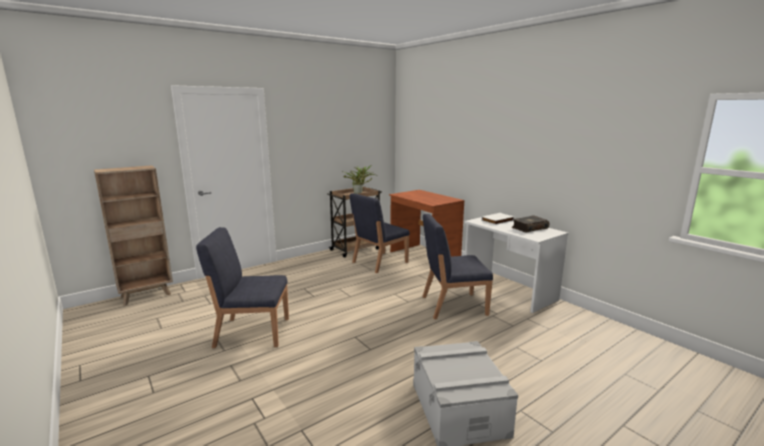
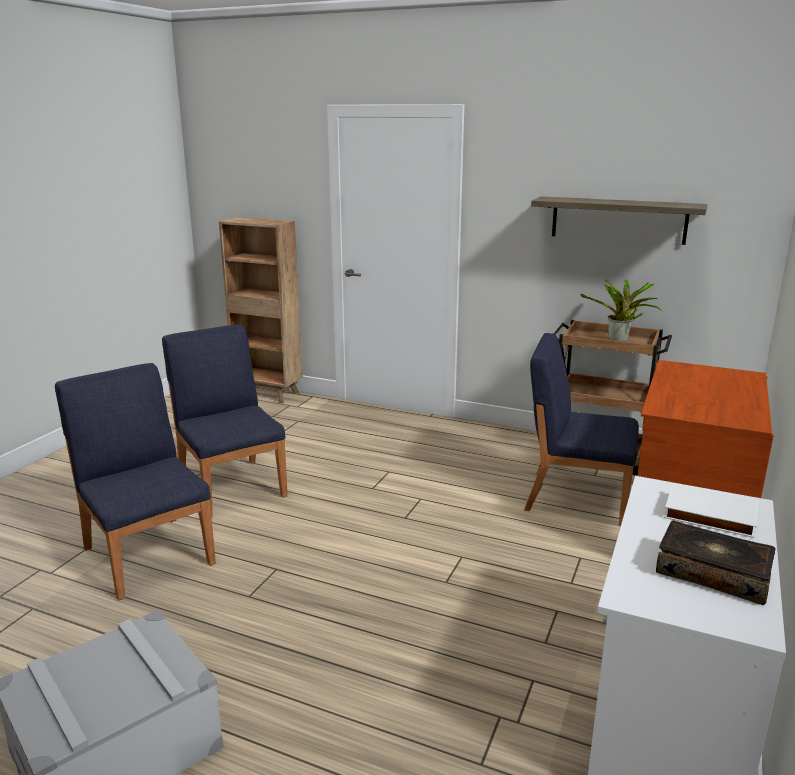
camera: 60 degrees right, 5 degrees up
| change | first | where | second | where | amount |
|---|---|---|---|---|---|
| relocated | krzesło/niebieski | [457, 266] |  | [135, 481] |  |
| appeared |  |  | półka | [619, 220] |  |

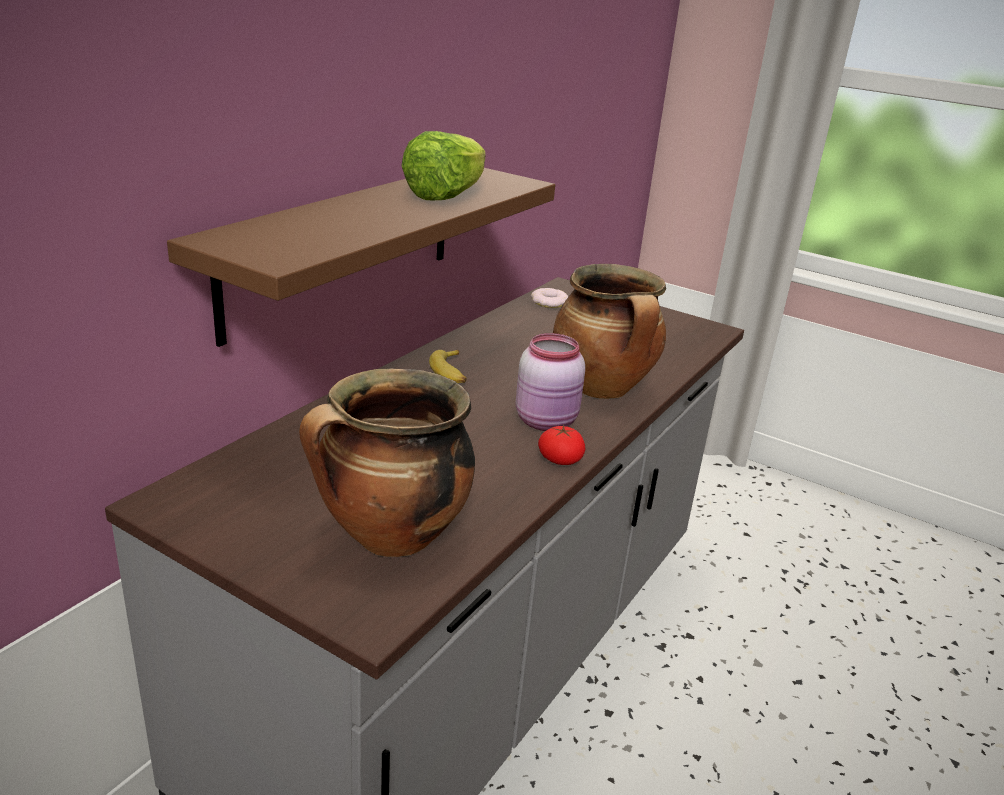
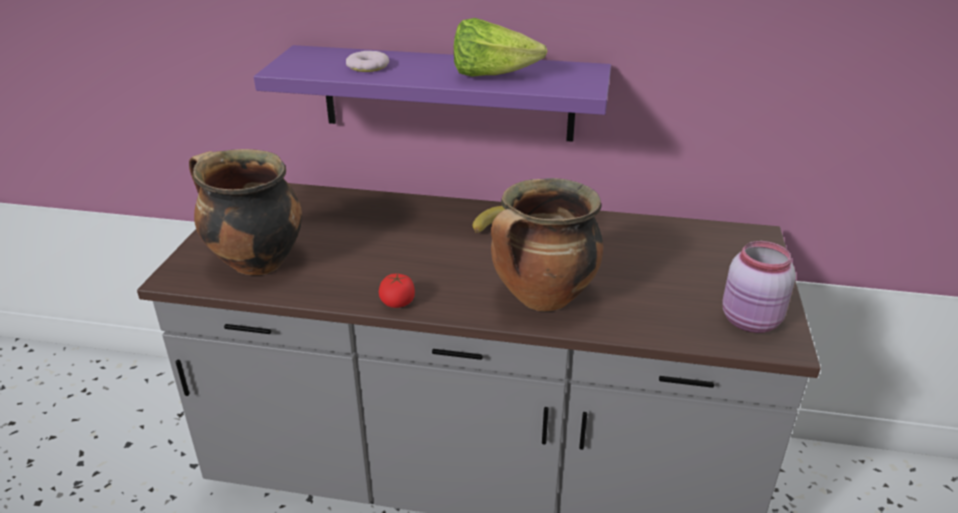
camera: 70 degrees right, 5 degrees up
| change | first | where | second | where | amount |
|---|---|---|---|---|---|
| colour | półka/brązowy | [361, 257] | półka/fioletowy | [432, 93] |  |
| relocated | donut | [550, 298] |  | [367, 61] |  |
| relocated | słoik/różowy | [550, 382] |  | [759, 287] |  |

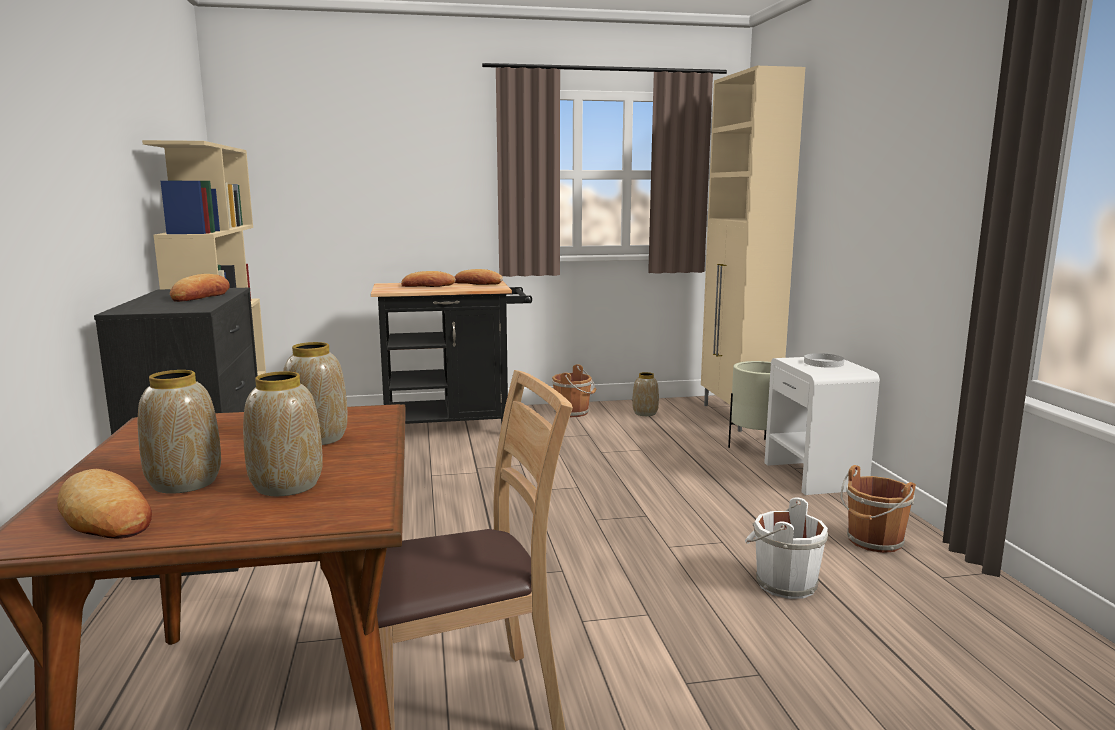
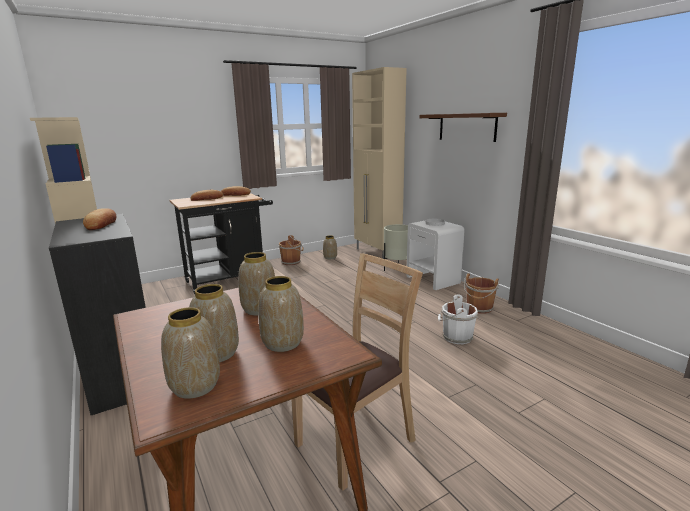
camera: 20 degrees left, 5 degrees up
| change | first | where | second | where | amount |
|---|---|---|---|---|---|
| exchanged | chleb | [104, 504] | wazon | [190, 353] |  |
| appeared |  |  | półka/brązowy | [463, 127] |  |

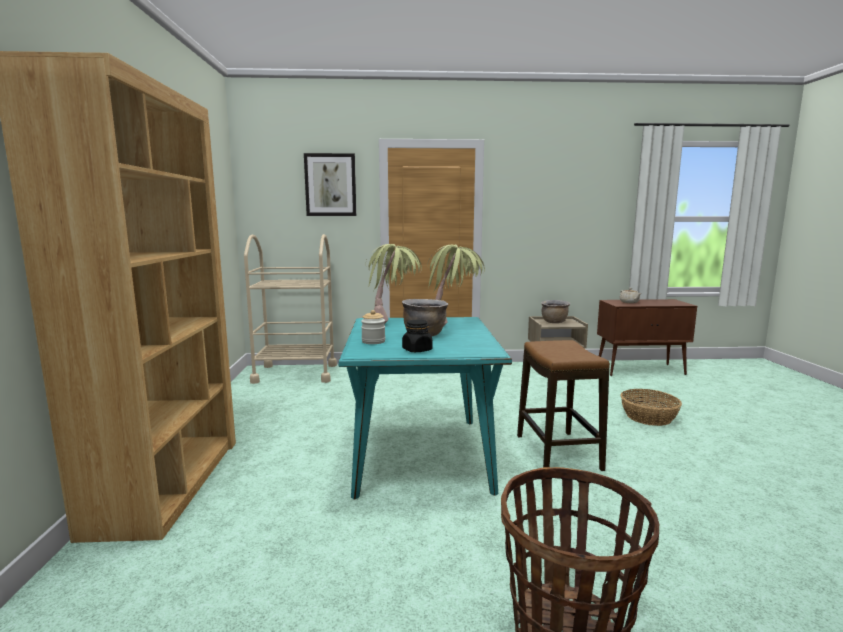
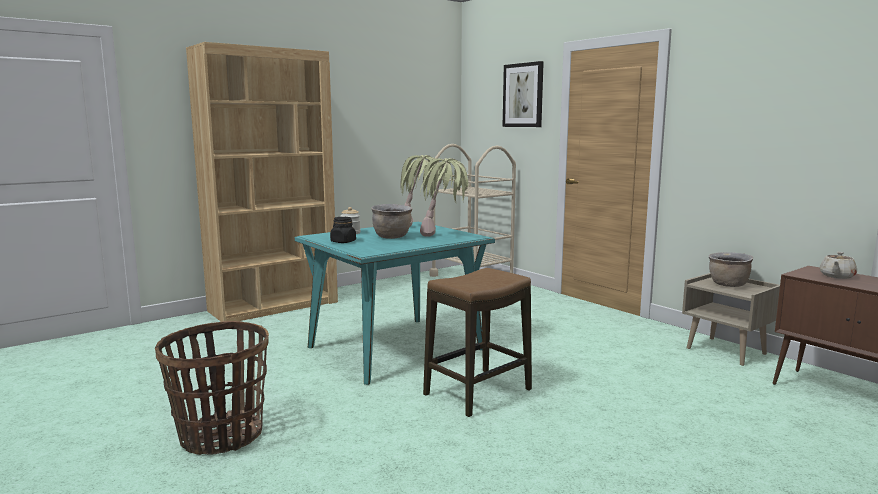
camera: 55 degrees right, 0 degrees up
| change | first | where | second | where | amount |
|---|---|---|---|---|---|
| missing | koszyk | [651, 407] |  |  |  |

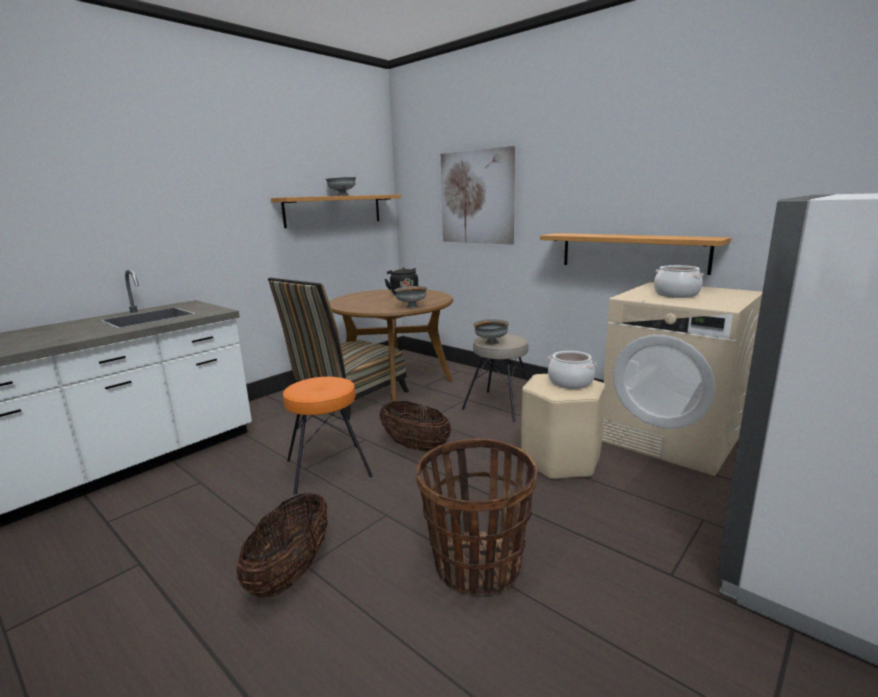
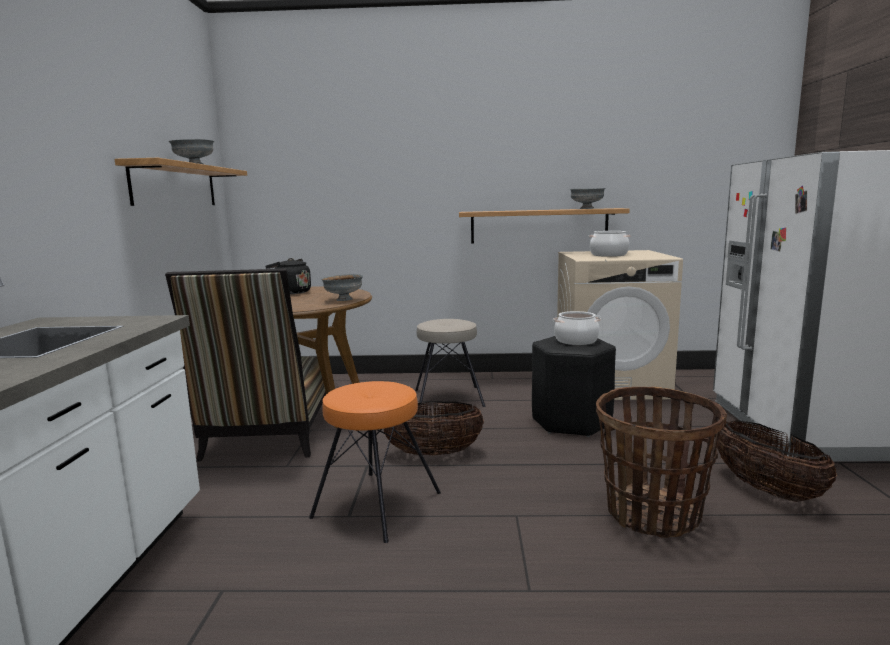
camera: 40 degrees left, 5 degrees down
| change | first | where | second | where | amount |
|---|---|---|---|---|---|
| missing | obraz | [478, 195] |  |  |  |
| relocated | miska/szary | [491, 332] |  | [587, 198] |  |
| colour | stołek/beżowy | [563, 427] | stołek/czarny | [574, 386] |  |
| relocated | koszyk | [282, 545] |  | [776, 461] |  |

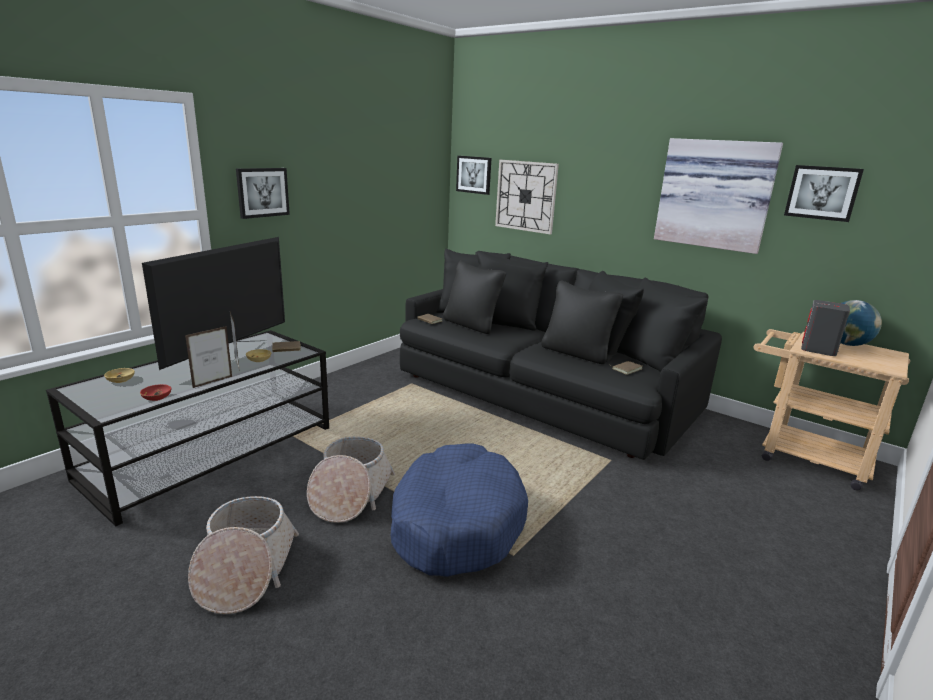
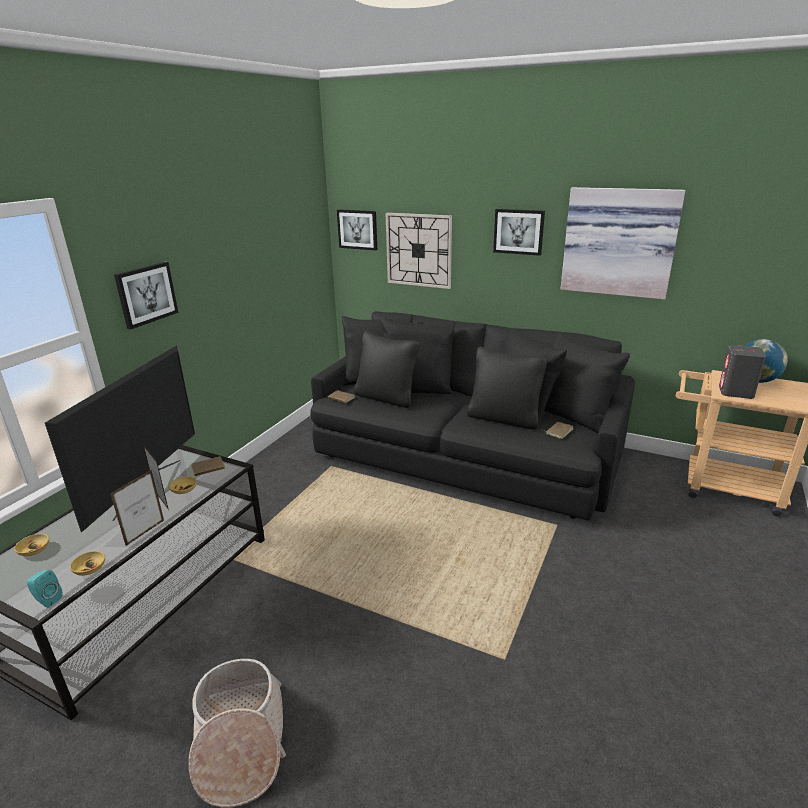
camera: 10 degrees left, 5 degrees up
| change | first | where | second | where | amount |
|---|---|---|---|---|---|
| relocated | obraz | [824, 193] |  | [519, 232] |  |
| colour | miska/czerwony | [155, 392] | miska/beżowy | [87, 563] |  |
| missing | koszyk | [351, 480] |  |  |  |
| missing | legowisko/niebieski | [459, 510] |  |  |  |
| appeared |  |  | głośnik/turkusowy | [45, 589] |  |

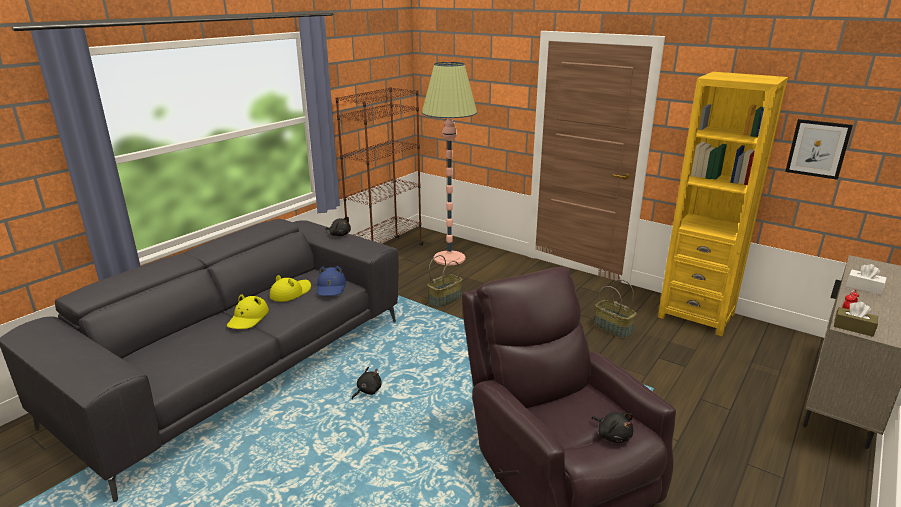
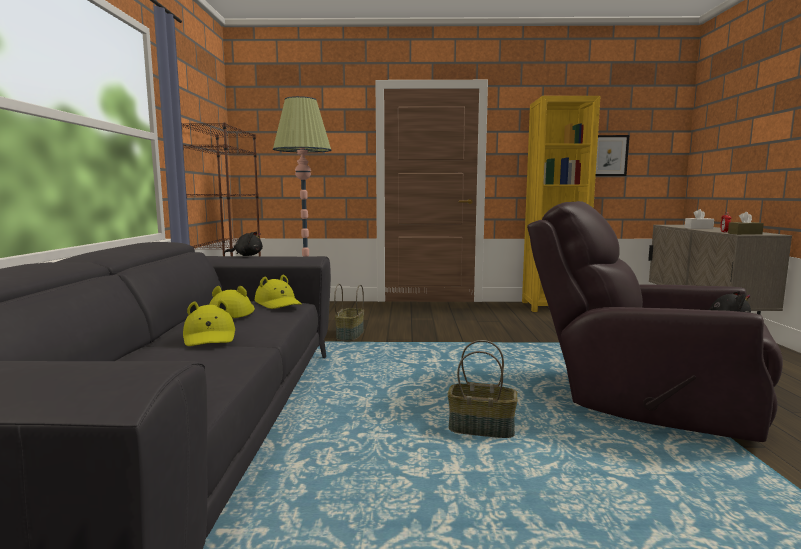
camera: 35 degrees left, 15 degrees down
| change | first | where | second | where | amount |
|---|---|---|---|---|---|
| colour | kapelusz/niebieski | [331, 281] | kapelusz/żółty | [278, 292] |  |
| relocated | koszyk | [615, 308] |  | [483, 389] |  |
| missing | pluszak/czarny | [367, 383] |  |  |  |

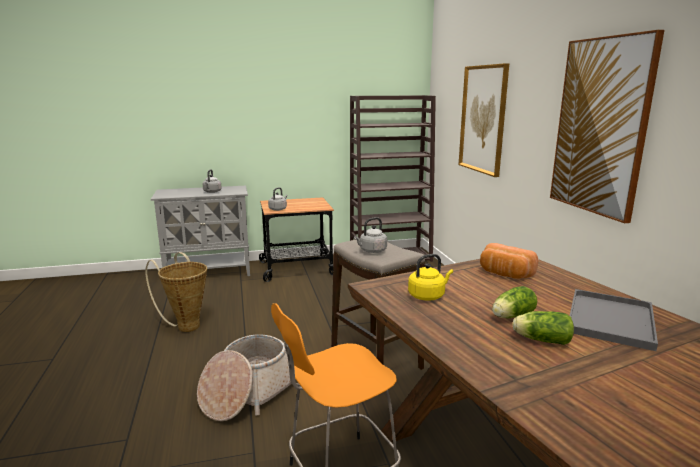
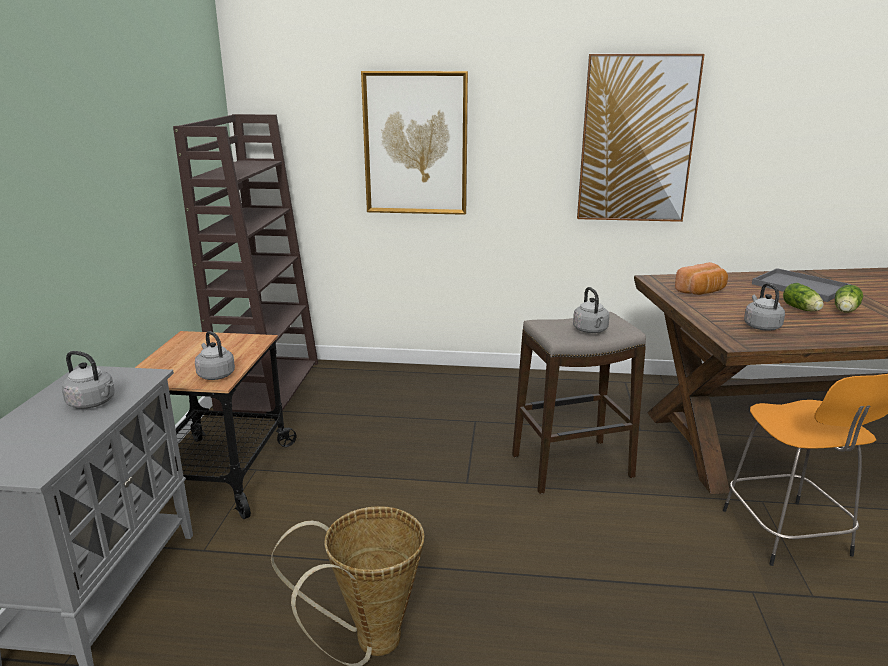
camera: 70 degrees left, 5 degrees up
| change | first | where | second | where | amount |
|---|---|---|---|---|---|
| colour | czajnik/żółty | [430, 277] | czajnik/szary | [764, 307] |  |
| missing | koszyk | [246, 377] |  |  |  |

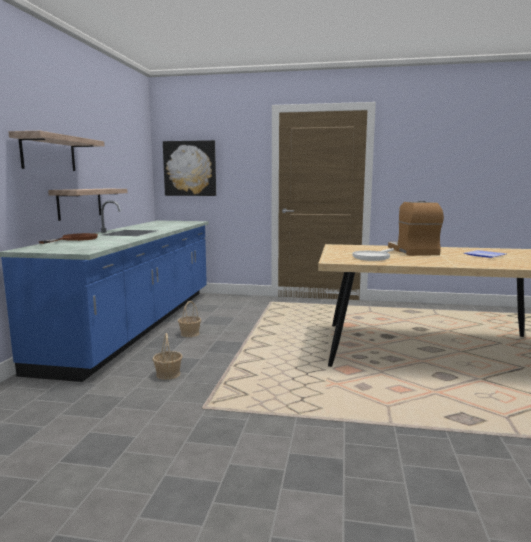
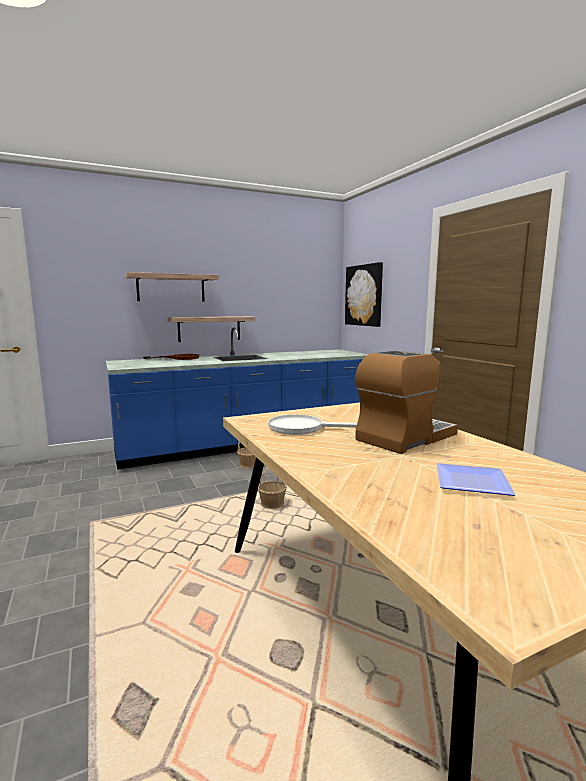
camera: 55 degrees right, 0 degrees up
| change | first | where | second | where | amount |
|---|---|---|---|---|---|
| relocated | koszyk | [167, 356] |  | [272, 488] |  |

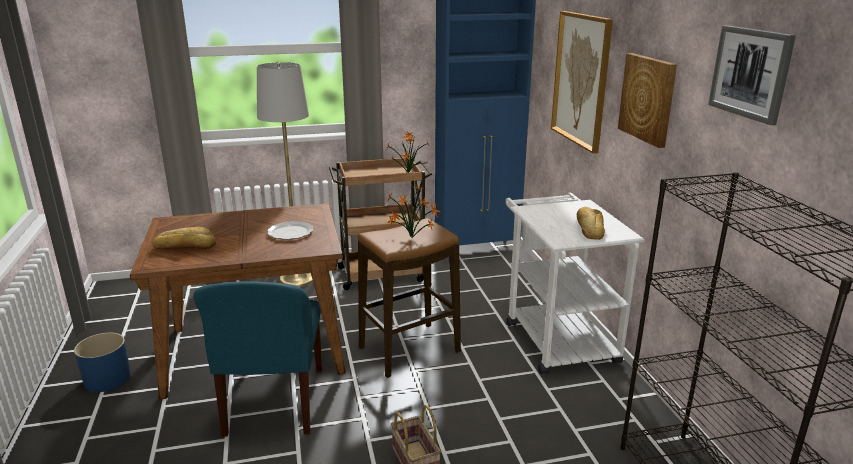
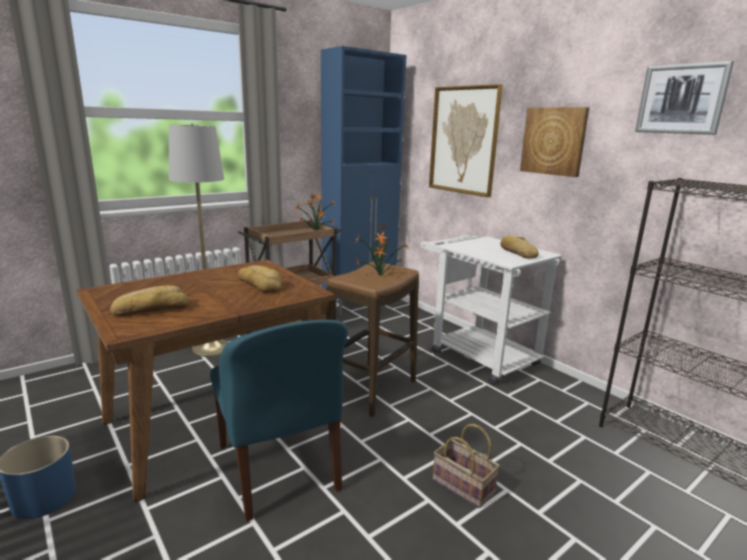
camera: 25 degrees left, 5 degrees down
| change | first | where | second | where | amount |
|---|---|---|---|---|---|
| exchanged | talerz | [290, 230] | chleb | [260, 279] |  |

